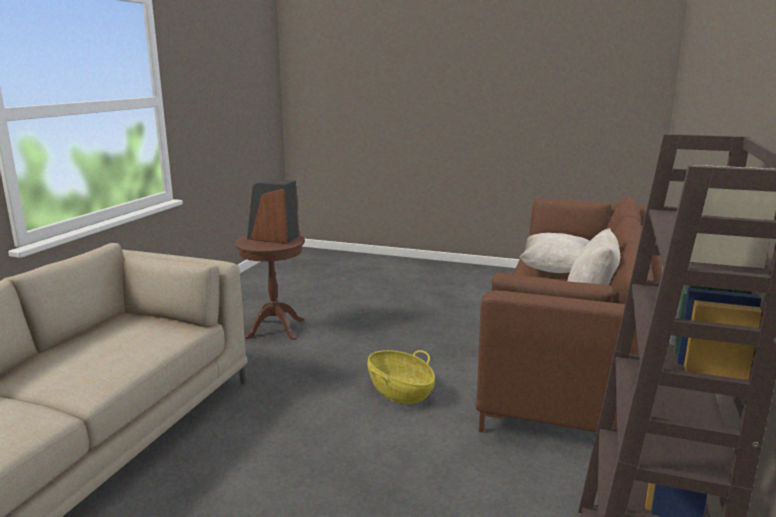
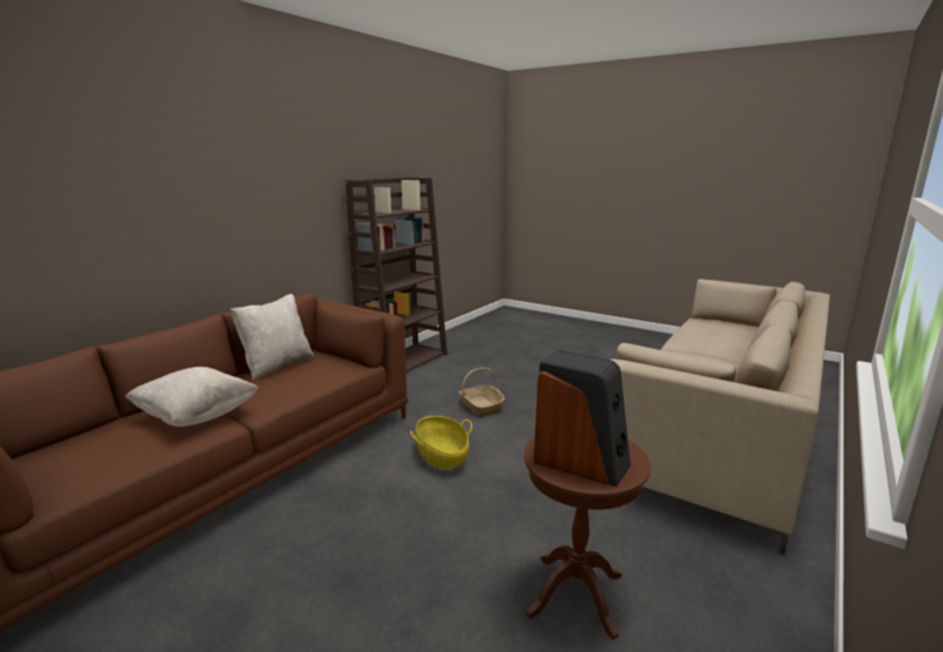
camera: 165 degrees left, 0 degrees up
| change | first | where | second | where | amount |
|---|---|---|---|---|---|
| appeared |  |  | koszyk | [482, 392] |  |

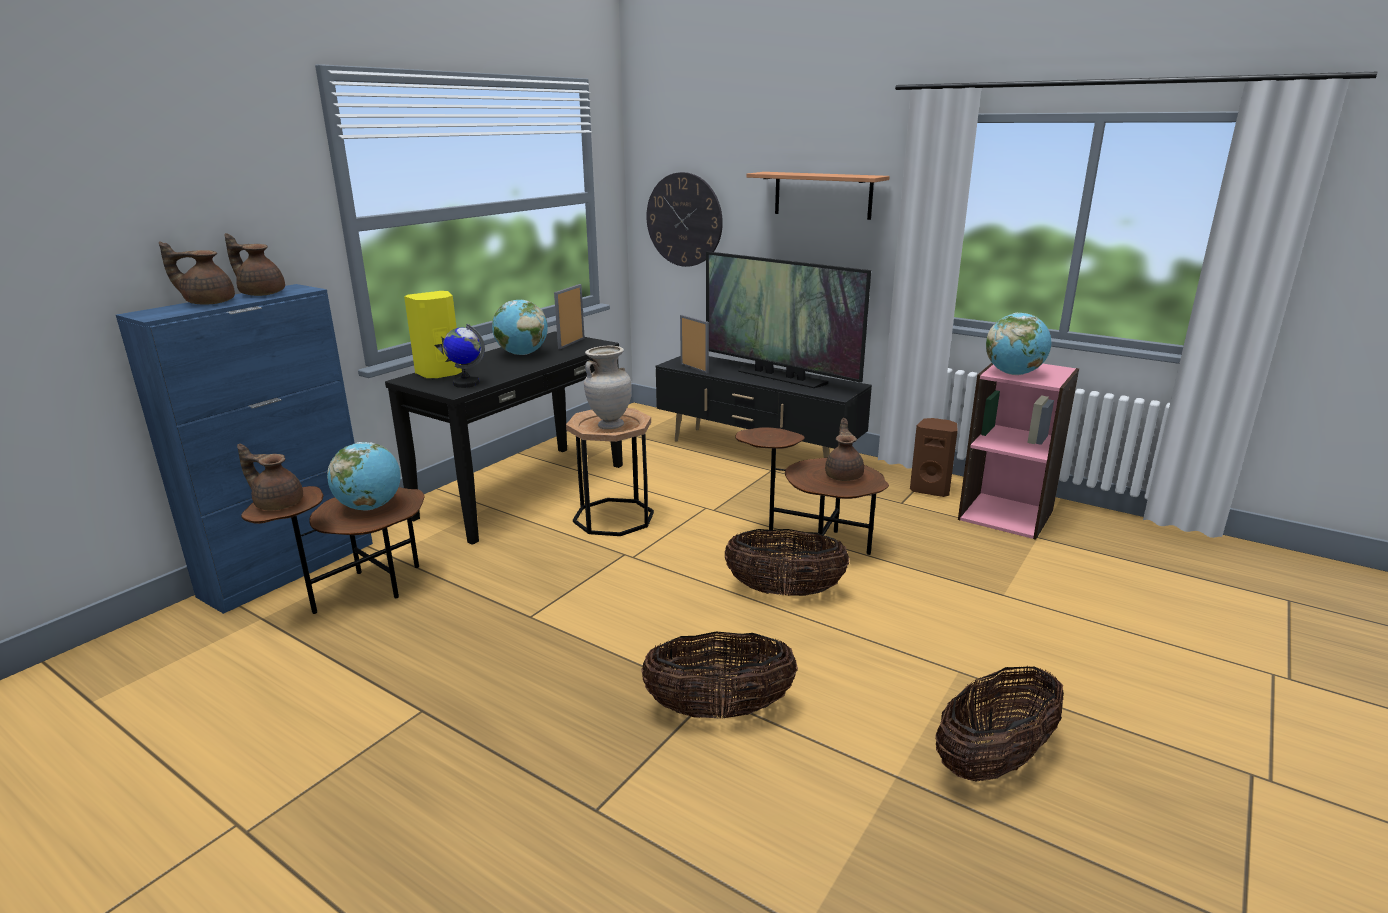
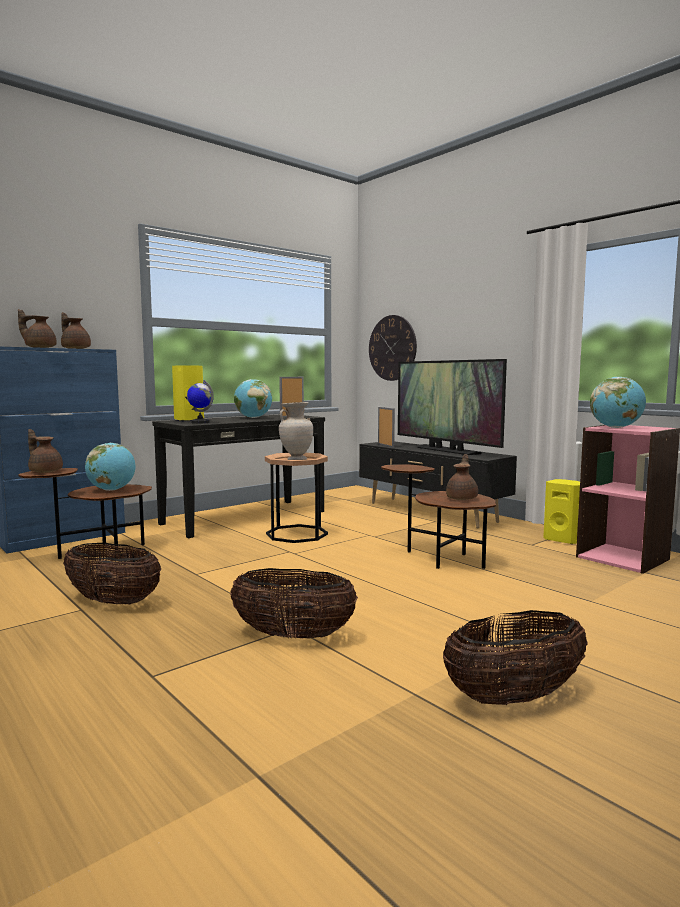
camera: 15 degrees right, 15 degrees down
| change | first | where | second | where | amount |
|---|---|---|---|---|---|
| missing | półka | [818, 196] |  |  |  |
| colour | głośnik/brązowy | [934, 457] | głośnik/żółty | [561, 511] |  |
| relocated | koszyk | [786, 562] |  | [112, 574] |  |

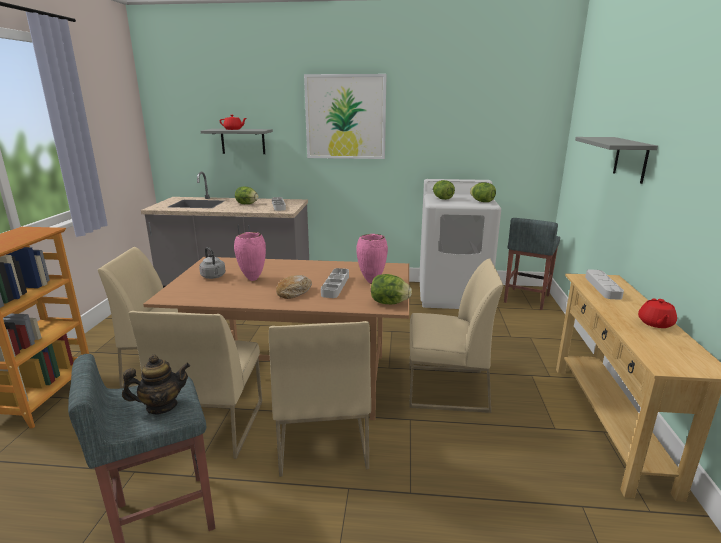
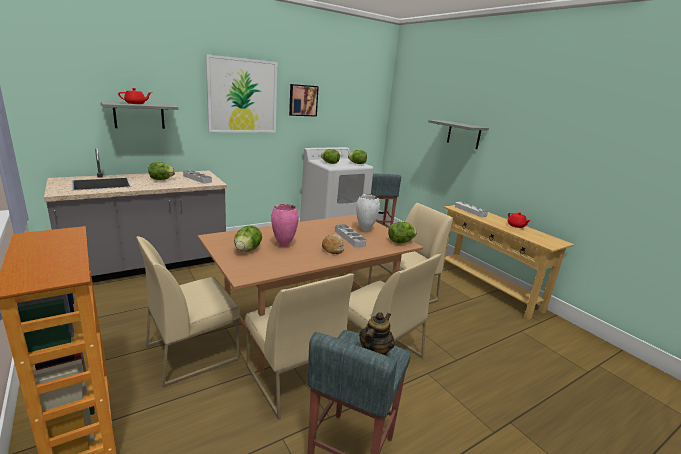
camera: 40 degrees left, 0 degrees up
| change | first | where | second | where | amount |
|---|---|---|---|---|---|
| colour | wazon/różowy | [372, 258] | wazon/biały | [368, 213] |  |
| exchanged | czajnik/szary | [212, 263] | sałata | [248, 239] |  |
| appeared |  |  | obraz | [304, 100] |  |

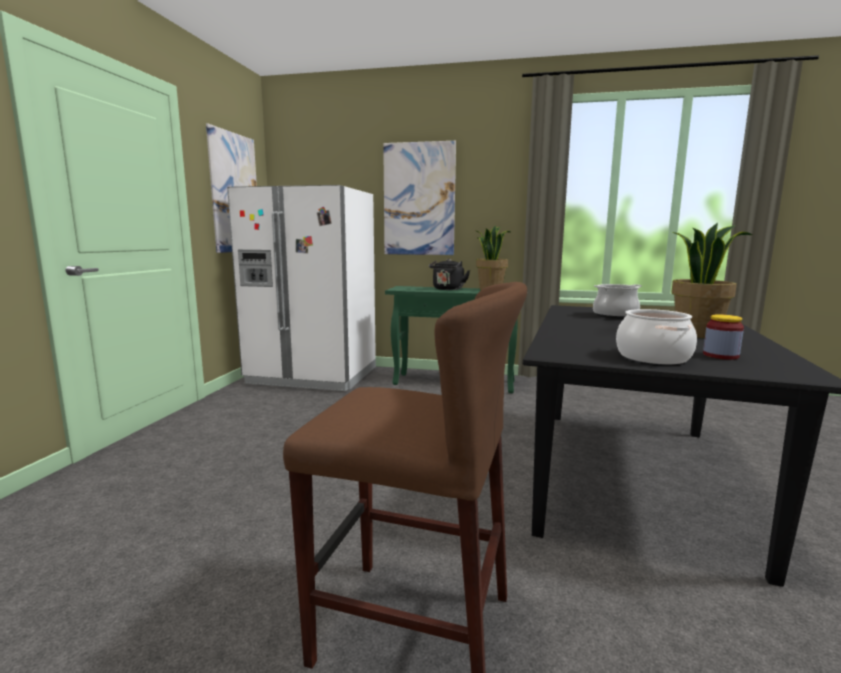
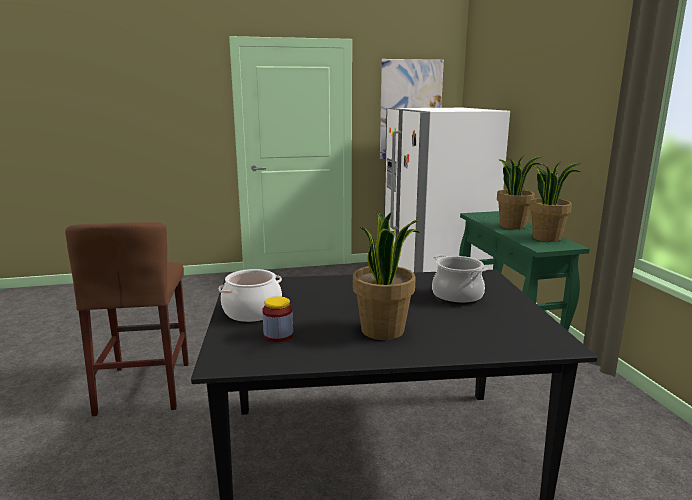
camera: 65 degrees right, 5 degrees up
| change | first | where | second | where | amount |
|---|---|---|---|---|---|
| missing | obraz | [419, 198] |  |  |  |
| exchanged | czajnik/czarny | [449, 274] | roślina doniczkowa | [519, 192] |  |

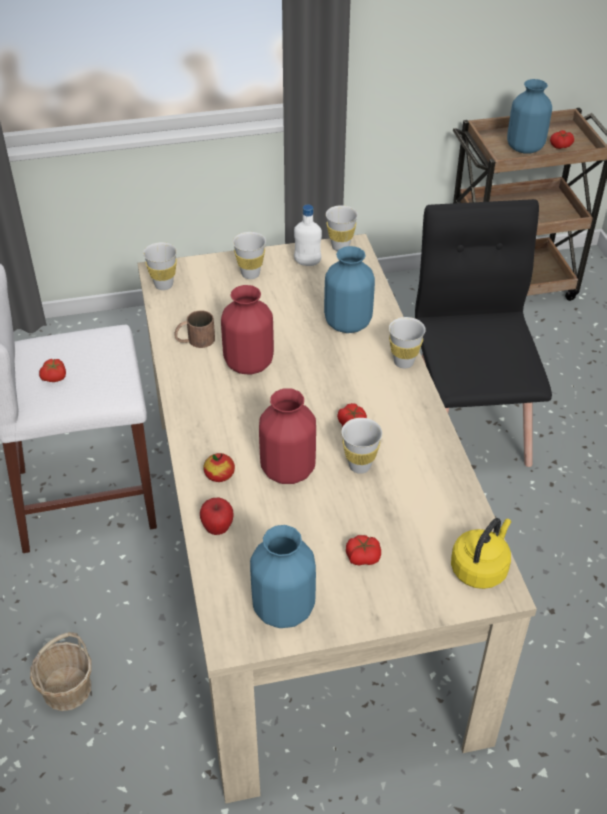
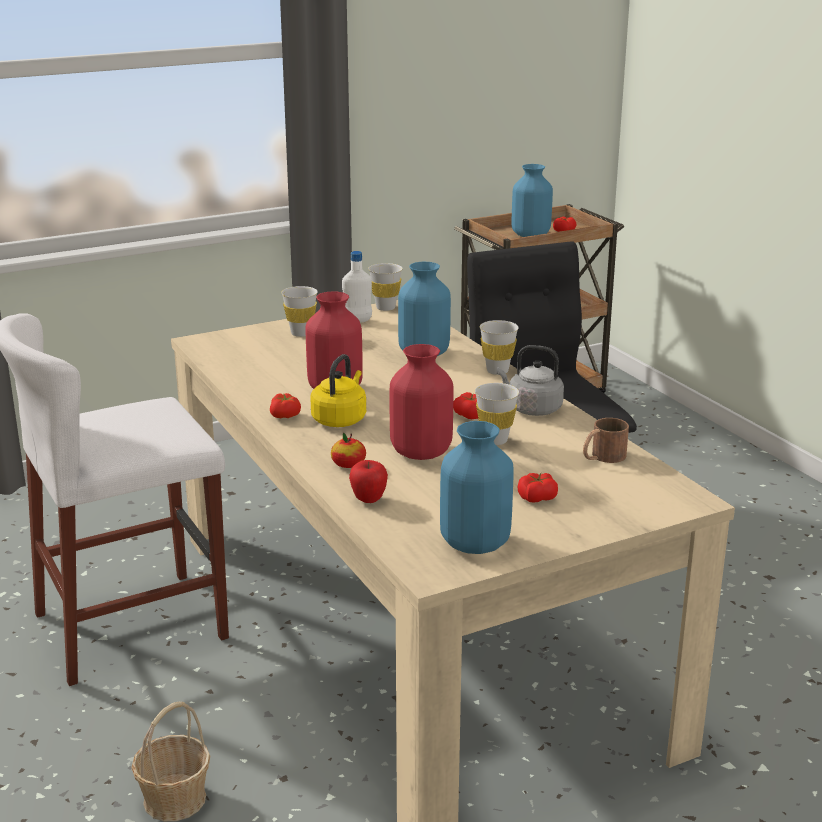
camera: 15 degrees left, 20 degrees down
| change | first | where | second | where | amount |
|---|---|---|---|---|---|
| missing | filiżanka/biały | [160, 266] |  |  |  |
| relocated | kubek/brązowy | [195, 329] |  | [606, 440] |  |
| relocated | pomidor | [52, 370] |  | [285, 405] |  |
| relocated | czajnik/żółty | [481, 553] |  | [338, 390] |  |
| appeared |  |  | czajnik/szary | [530, 380] |  |

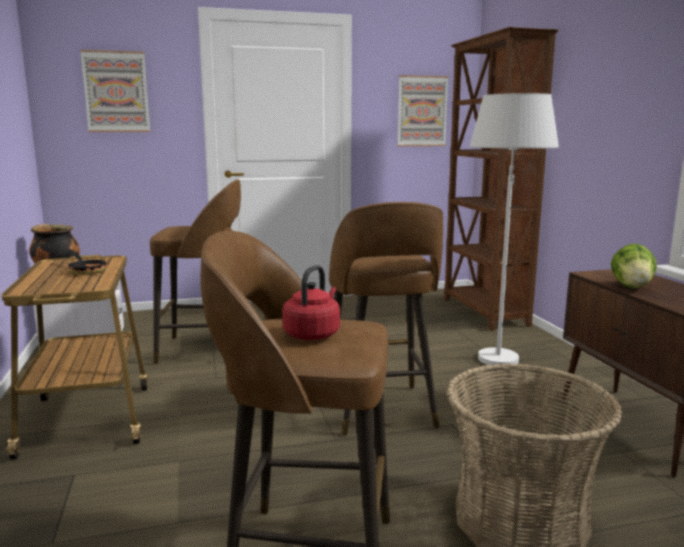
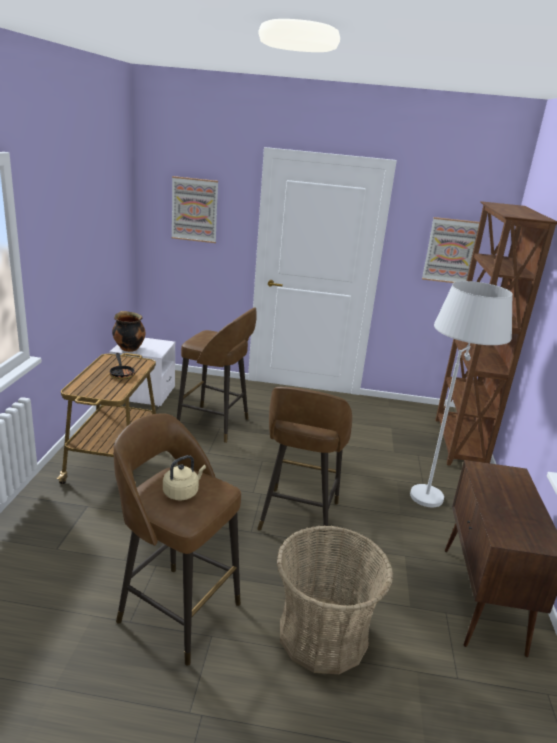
camera: 20 degrees right, 10 degrees up
| change | first | where | second | where | amount |
|---|---|---|---|---|---|
| missing | sałata | [634, 266] |  |  |  |
| colour | czajnik/czerwony | [311, 302] | czajnik/beżowy | [184, 478] |  |

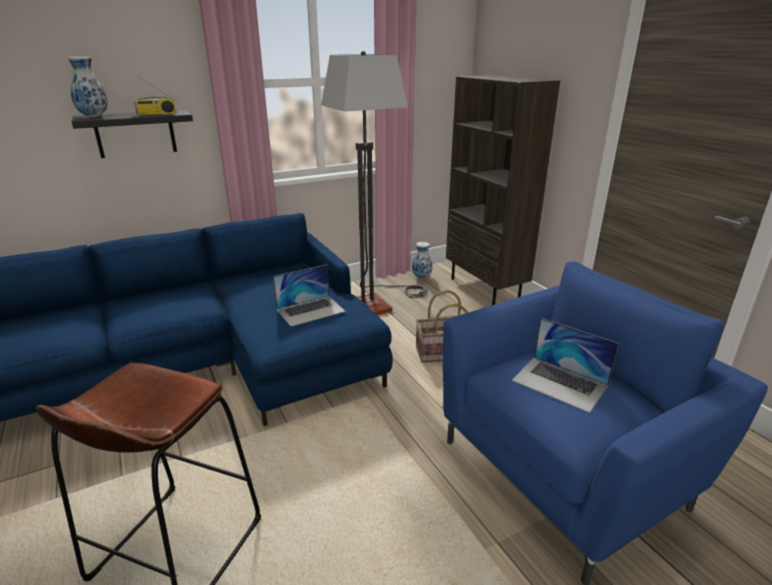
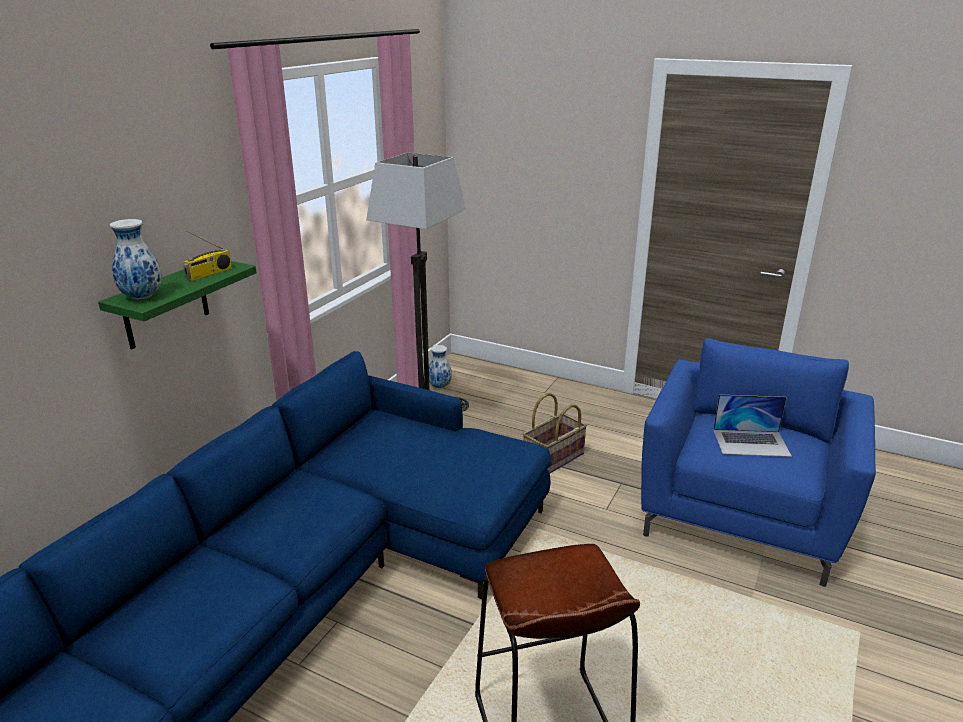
camera: 35 degrees left, 0 degrees up
| change | first | where | second | where | amount |
|---|---|---|---|---|---|
| missing | regał/brązowy | [503, 190] |  |  |  |
| colour | półka/czarny | [132, 134] | półka/zielony | [177, 305] |  |
| missing | laptop | [309, 295] |  |  |  |

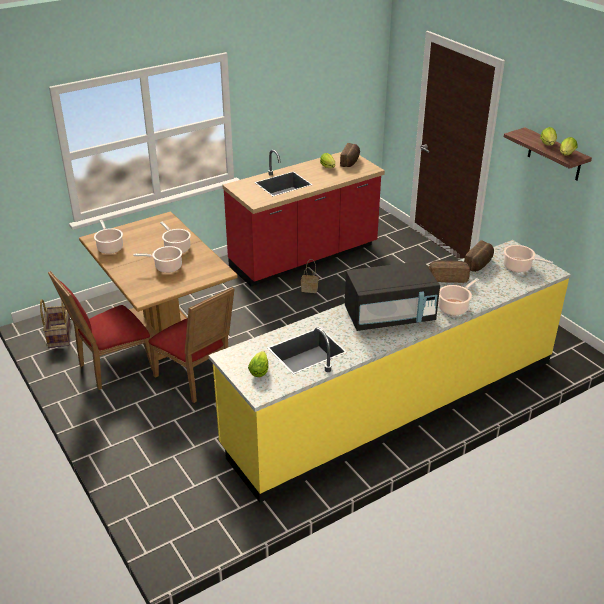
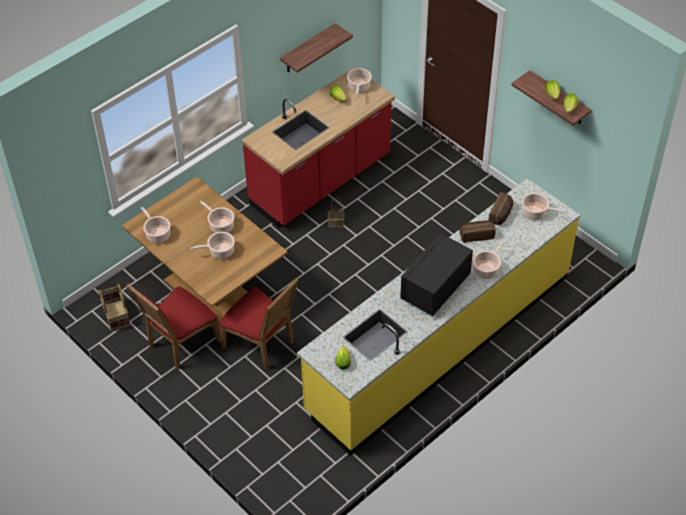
camera: 10 degrees left, 15 degrees up
| change | first | where | second | where | amount |
|---|---|---|---|---|---|
| exchanged | chleb | [350, 155] | garnek | [359, 81] |  |
| spun | mikrofalówka/czarny | [392, 296] |  | [436, 275] | 150 degrees clockwise |
| appeared |  |  | półka | [316, 48] |  |

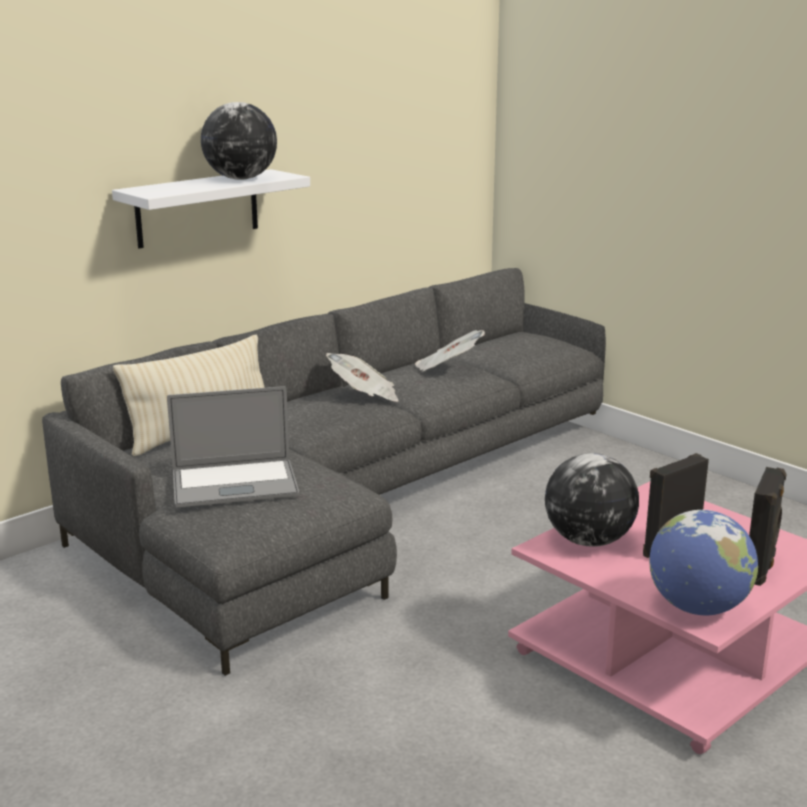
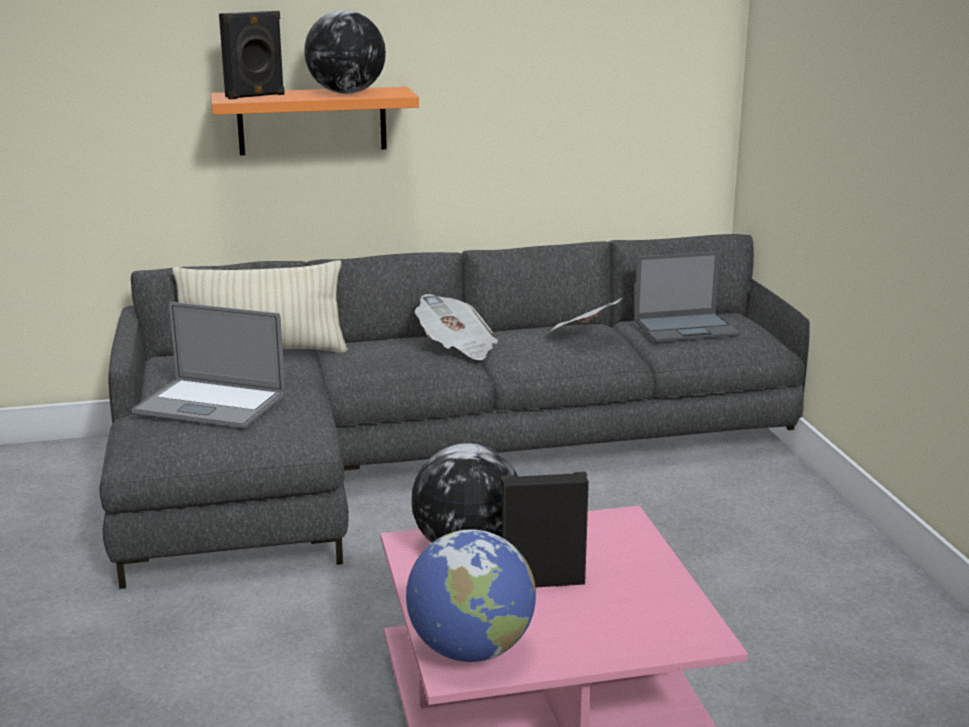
camera: 30 degrees right, 0 degrees up
| change | first | where | second | where | amount |
|---|---|---|---|---|---|
| colour | półka/biały | [211, 208] | półka/pomarańczowy | [315, 121] |  |
| relocated | głośnik/czarny | [767, 526] |  | [252, 55] |  |
| appeared |  |  | laptop | [687, 296] |  |

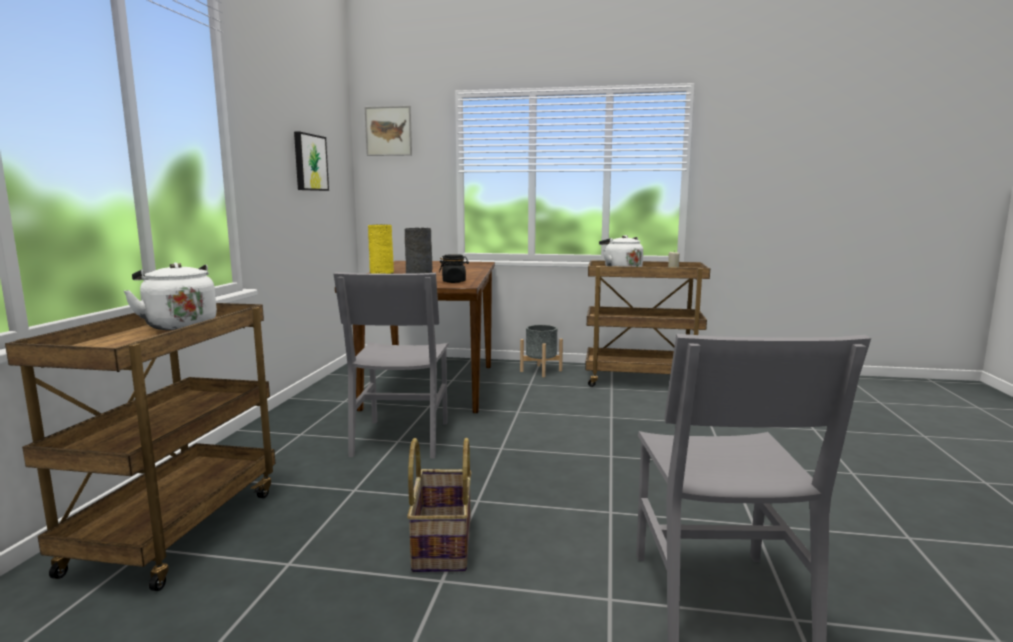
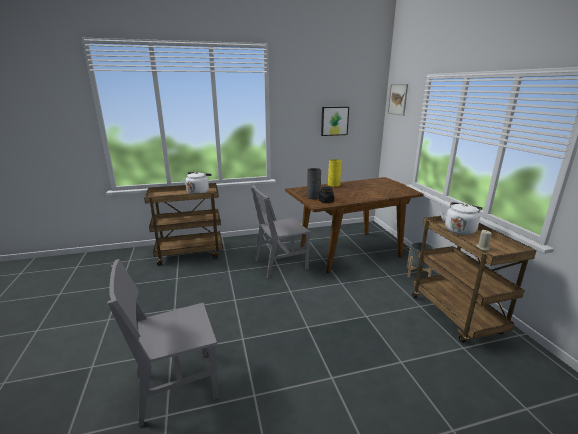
camera: 65 degrees right, 10 degrees up
| change | first | where | second | where | amount |
|---|---|---|---|---|---|
| missing | koszyk | [439, 505] |  |  |  |

